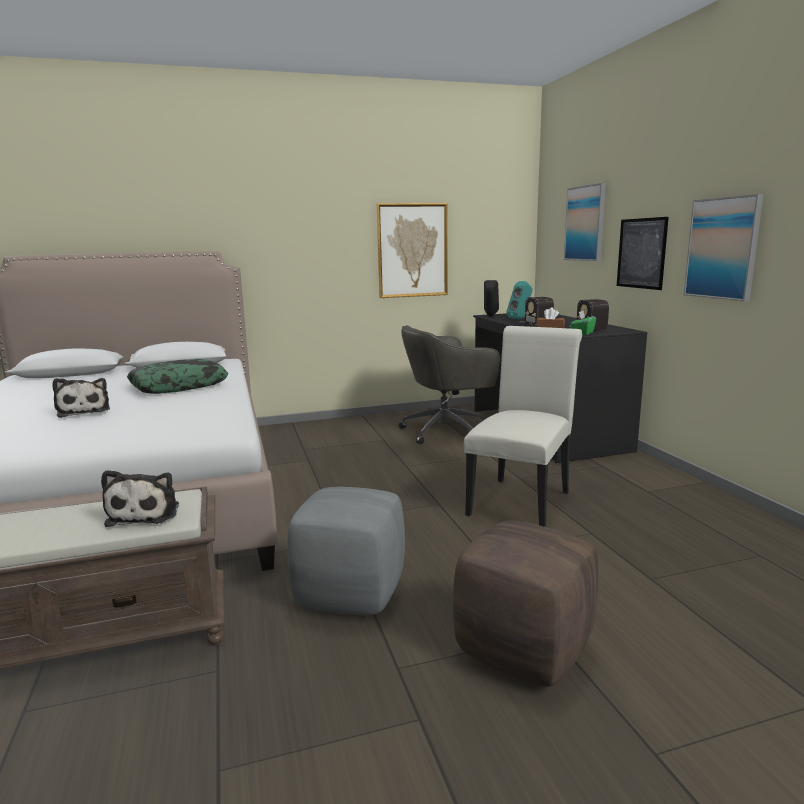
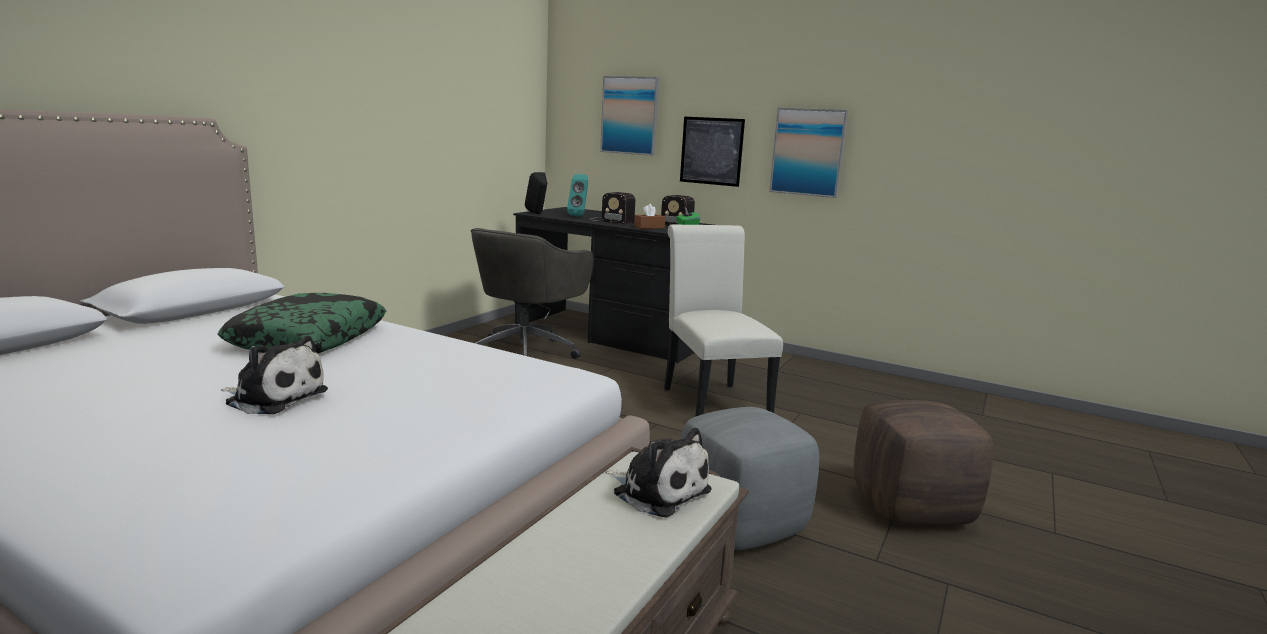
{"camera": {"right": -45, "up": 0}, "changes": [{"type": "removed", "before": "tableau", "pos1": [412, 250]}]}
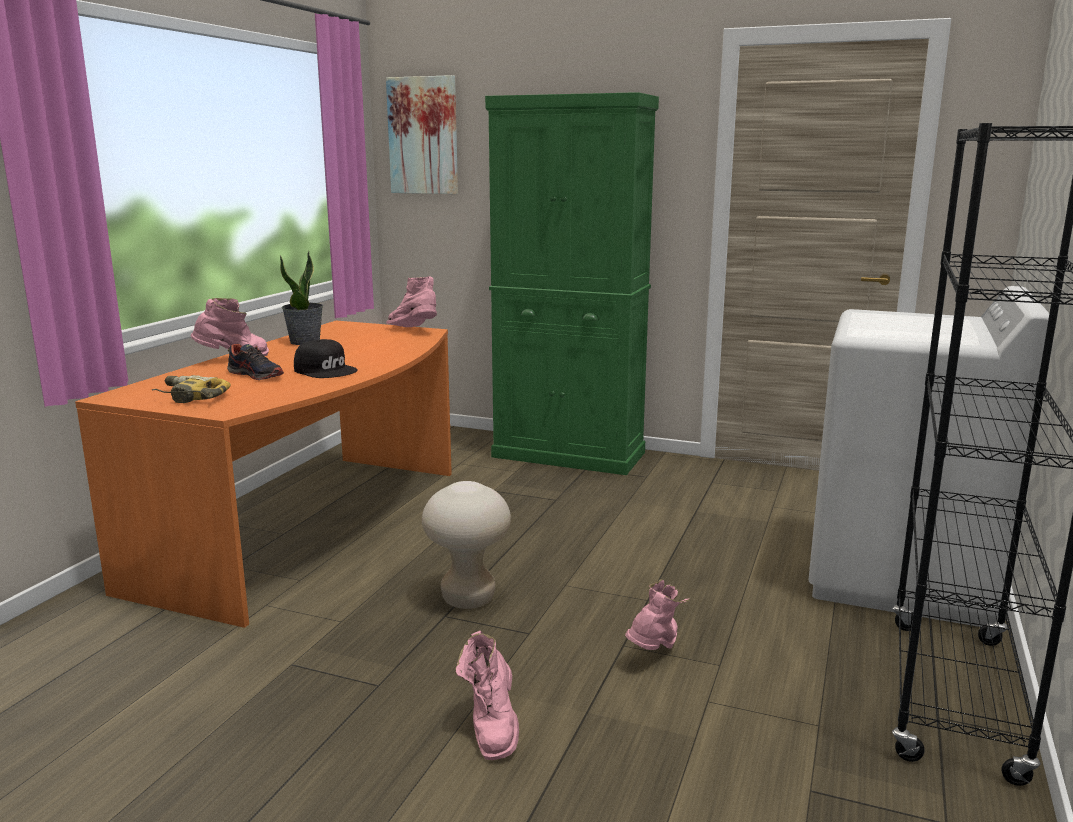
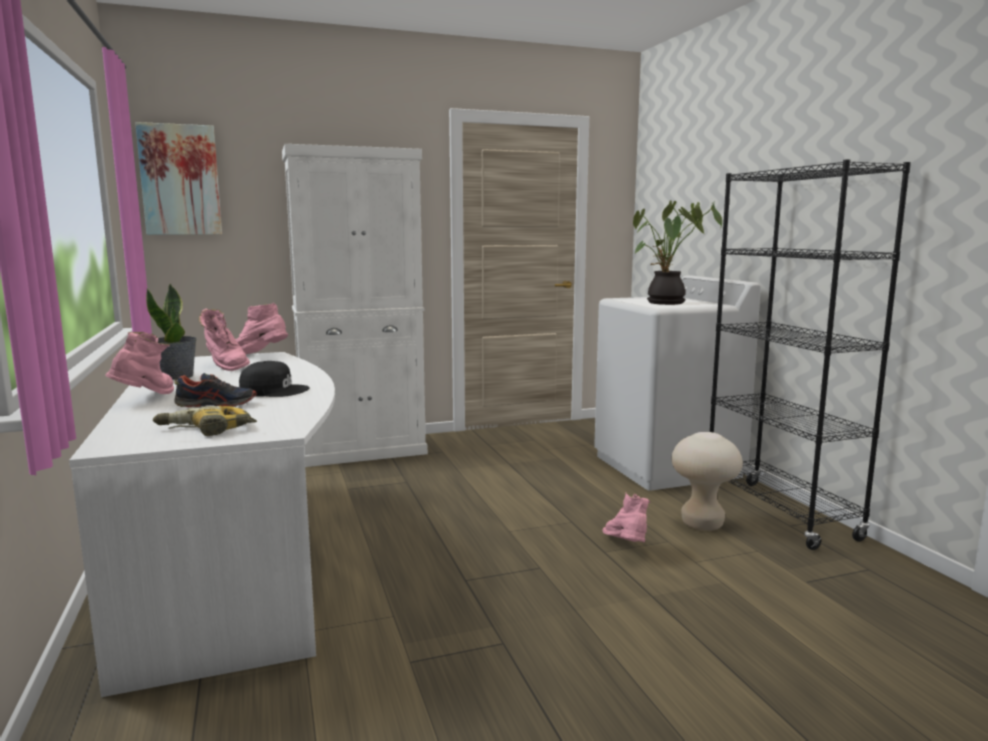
{"camera": {"right": -40, "up": -5}, "changes": [{"type": "recoloured", "before": "meuble de rangement (vert)", "after": "meuble de rangement (blanc)", "pos1": [569, 455], "pos2": [363, 451]}, {"type": "recoloured", "before": "bureau (orange)", "after": "bureau (blanc)", "pos1": [315, 527], "pos2": [236, 560]}, {"type": "moved", "before": "tabouret (beige)", "pos1": [468, 599], "pos2": [702, 524]}, {"type": "moved", "before": "botte (rose)", "pos1": [492, 728], "pos2": [225, 366]}, {"type": "added", "after": "plante en pot", "pos2": [667, 303]}]}
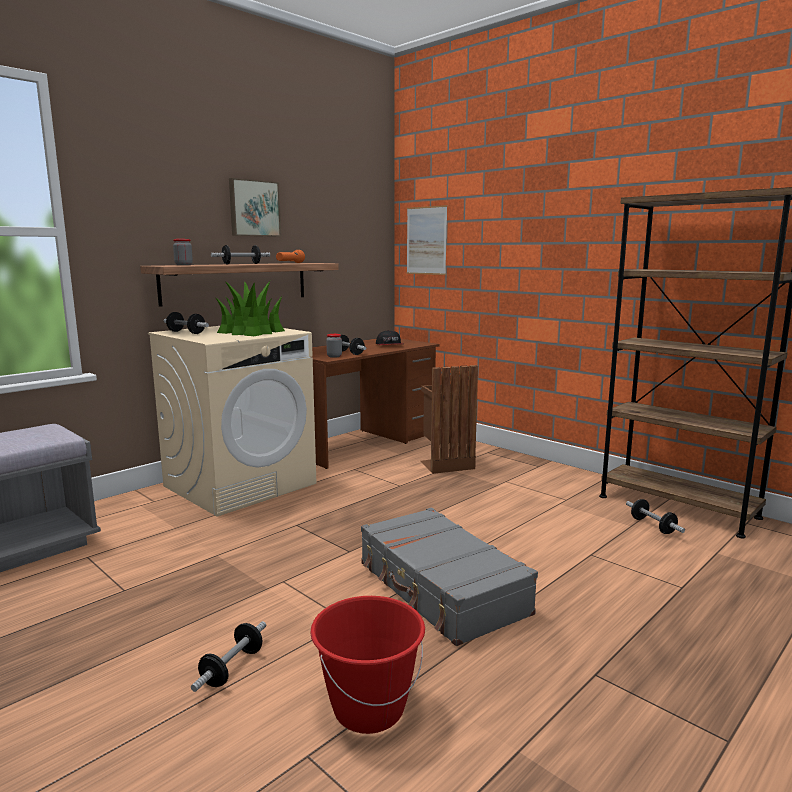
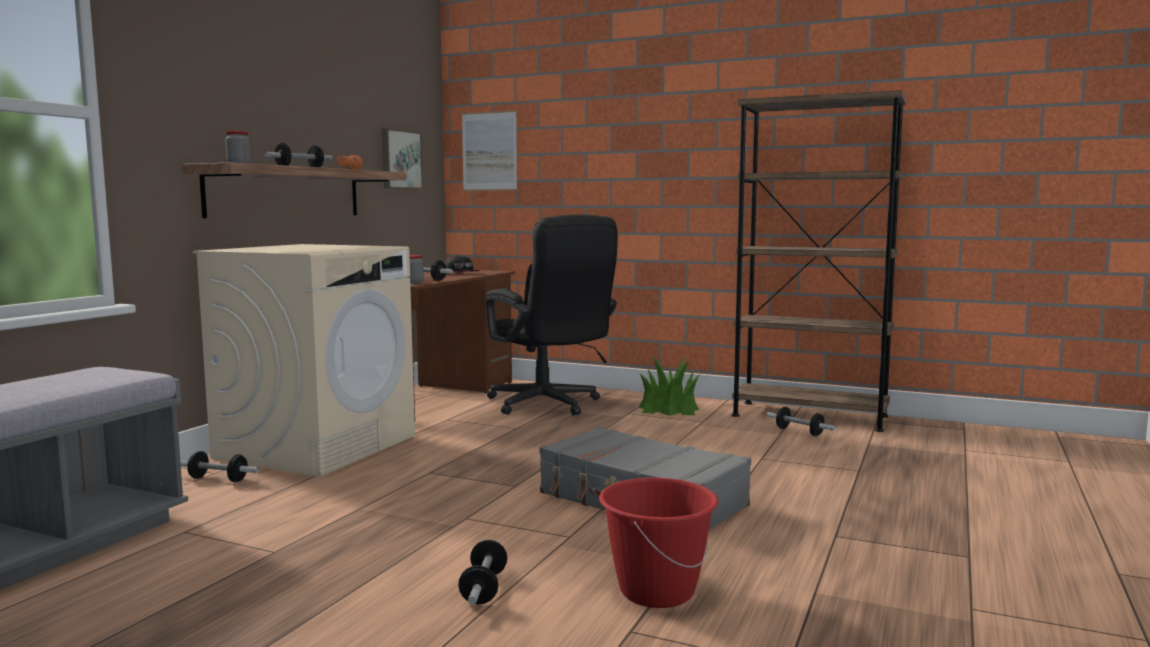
{"camera": {"right": -20, "up": -5}, "changes": [{"type": "moved", "before": "tableau", "pos1": [254, 208], "pos2": [400, 159]}, {"type": "moved", "before": "plante en pot", "pos1": [251, 332], "pos2": [669, 408]}, {"type": "moved", "before": "haltère", "pos1": [186, 332], "pos2": [218, 479]}, {"type": "replaced", "before": "poubelle (marron)", "after": "chaise de bureau (noir)", "pos1": [445, 464], "pos2": [549, 405]}]}
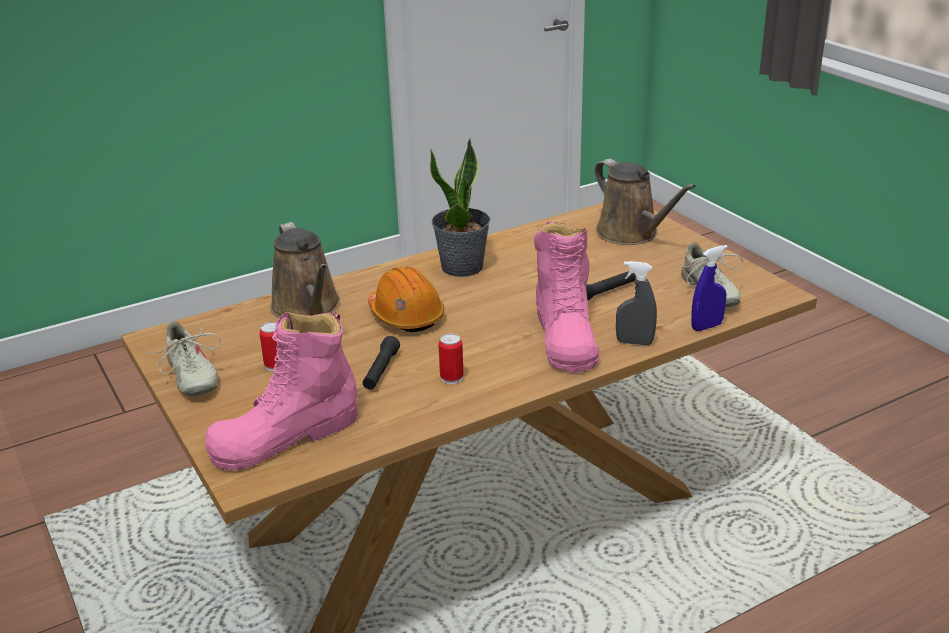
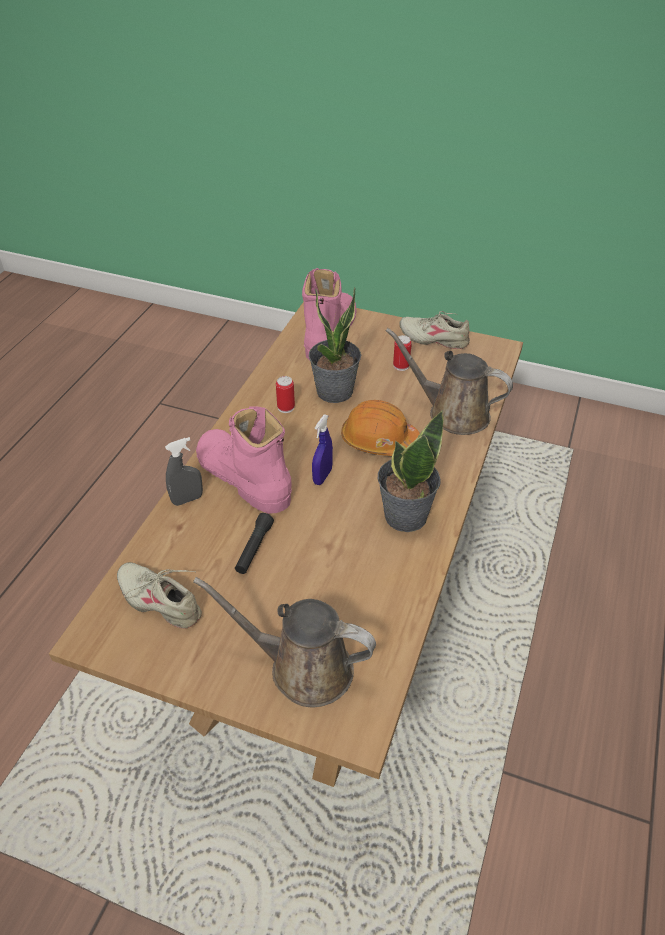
{"camera": {"right": 140, "up": 15}, "changes": [{"type": "moved", "before": "vaporisateur (bleu)", "pos1": [706, 326], "pos2": [322, 476]}, {"type": "replaced", "before": "lampe de poche (noir)", "after": "plante en pot", "pos1": [381, 371], "pos2": [335, 392]}]}
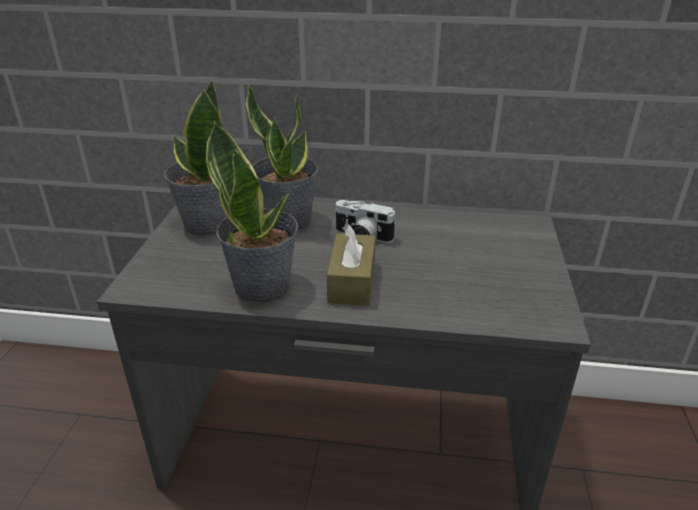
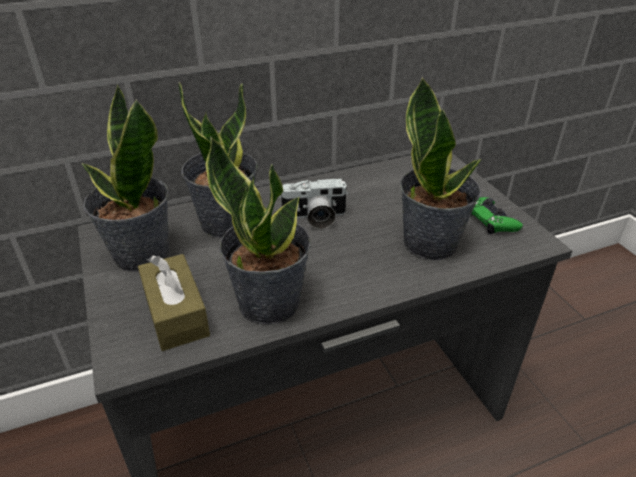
{"camera": {"right": -30, "up": 5}, "changes": [{"type": "moved", "before": "boîte à mouchoirs (marron)", "pos1": [352, 282], "pos2": [176, 313]}, {"type": "added", "after": "plante en pot", "pos2": [431, 243]}, {"type": "added", "after": "manette (vert)", "pos2": [491, 220]}]}
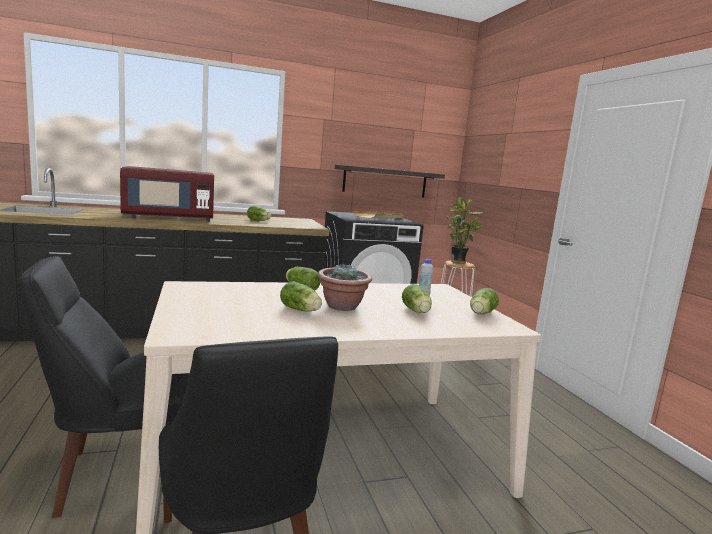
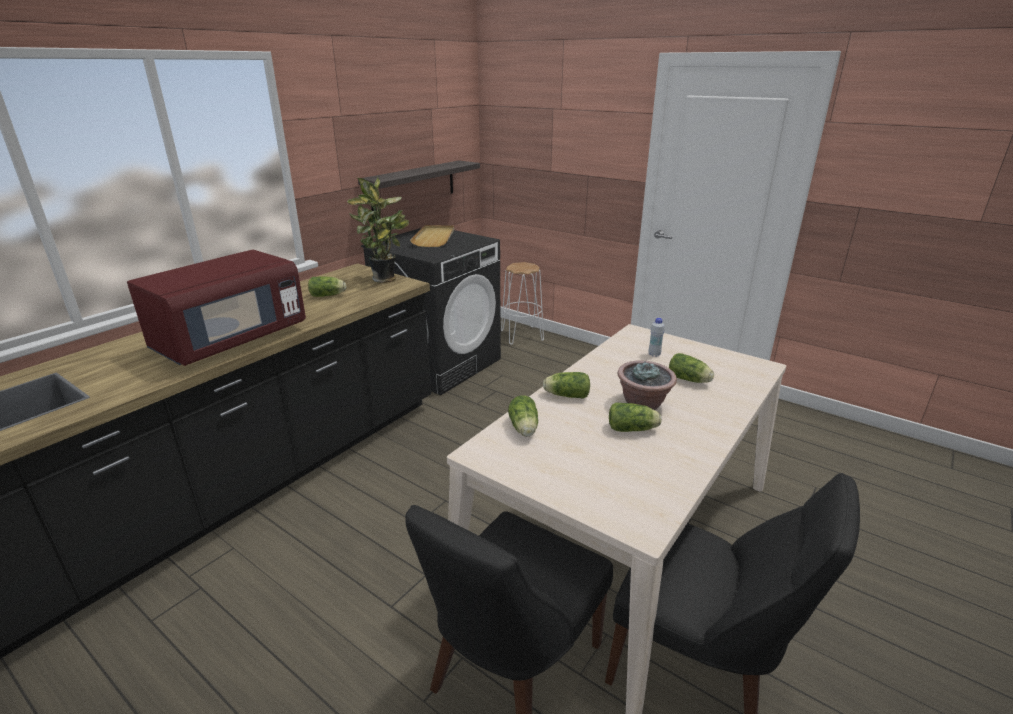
{"camera": {"right": -35, "up": 15}, "changes": [{"type": "moved", "before": "plante en pot", "pos1": [458, 262], "pos2": [385, 280]}, {"type": "moved", "before": "laitue", "pos1": [481, 314], "pos2": [524, 429]}]}
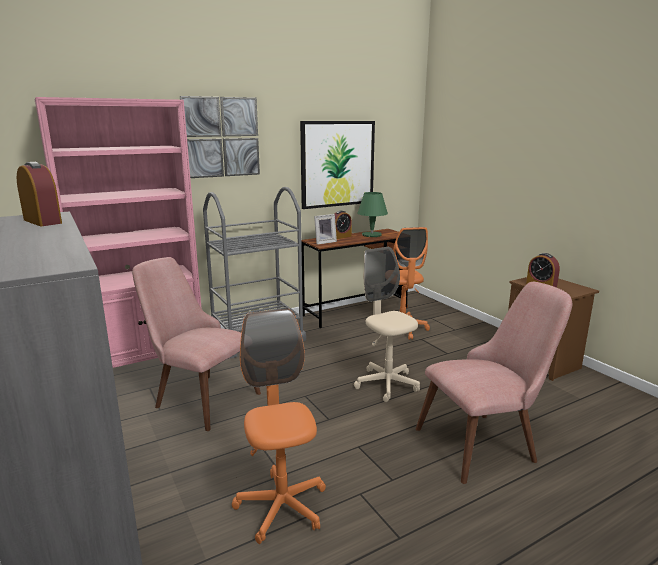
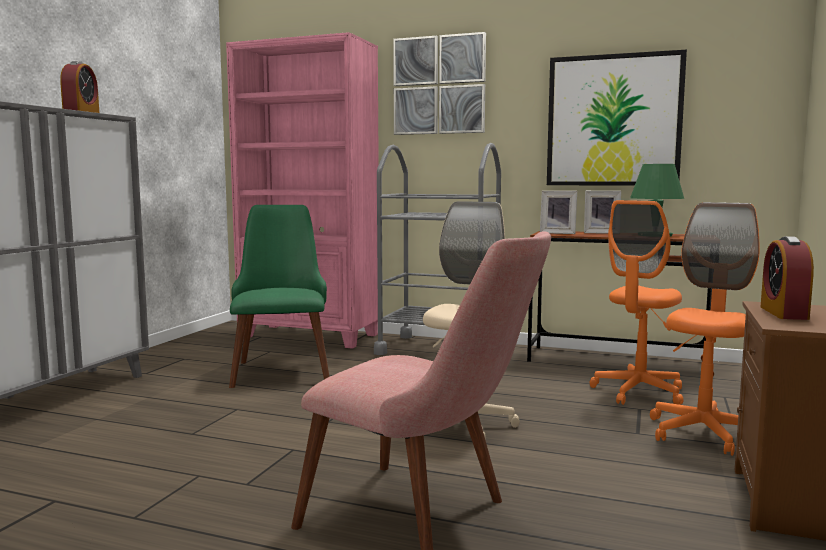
{"camera": {"right": 50, "up": -10}, "changes": [{"type": "replaced", "before": "réveil", "after": "cadre photo", "pos1": [340, 237], "pos2": [601, 233]}, {"type": "recoloured", "before": "chaise (rose)", "after": "chaise (vert)", "pos1": [198, 397], "pos2": [282, 367]}, {"type": "moved", "before": "chaise de bureau (orange)", "pos1": [281, 507], "pos2": [703, 433]}]}
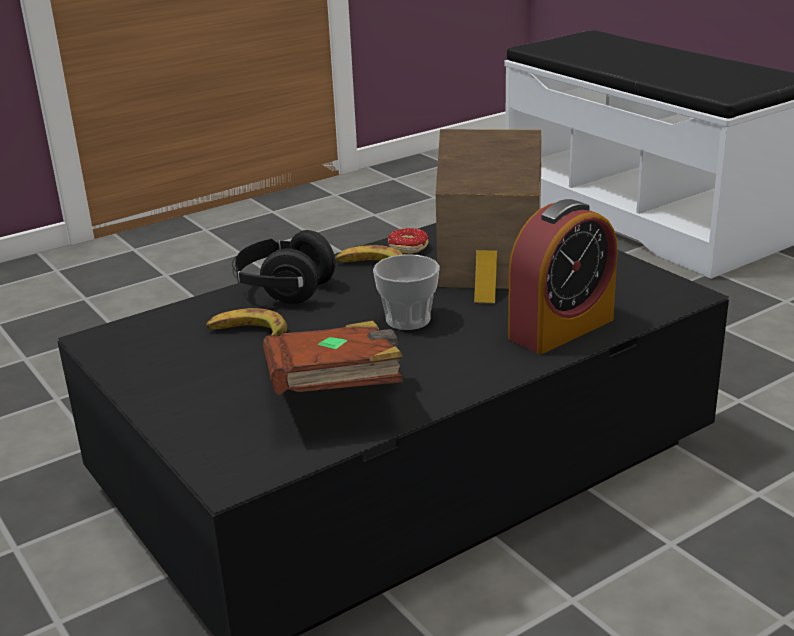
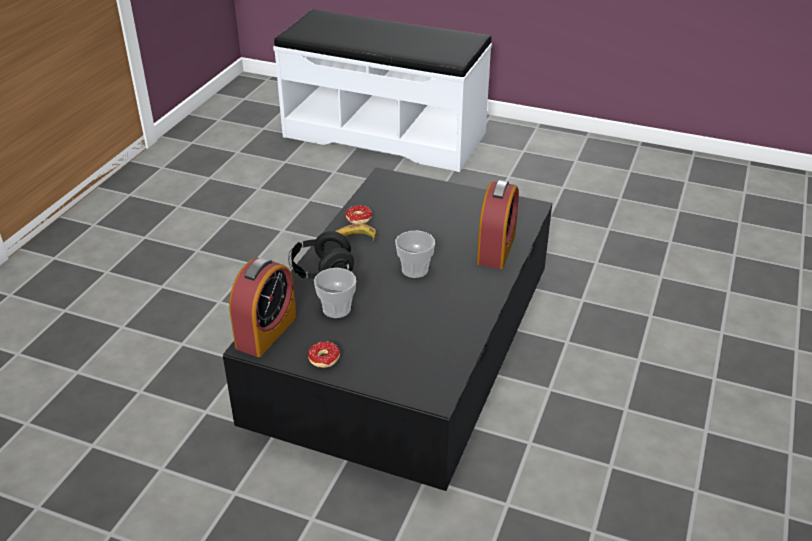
{"camera": {"right": -35, "up": 10}, "changes": [{"type": "removed", "before": "maison miniature", "pos1": [491, 270]}, {"type": "replaced", "before": "banane", "after": "tasse", "pos1": [247, 333], "pos2": [336, 309]}, {"type": "removed", "before": "livre (marron)", "pos1": [335, 391]}, {"type": "added", "after": "réveil", "pos2": [266, 332]}, {"type": "added", "after": "beignet", "pos2": [320, 356]}]}
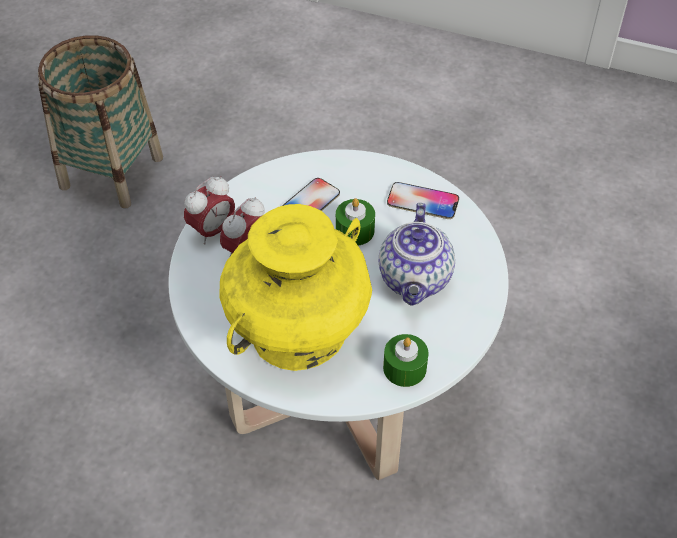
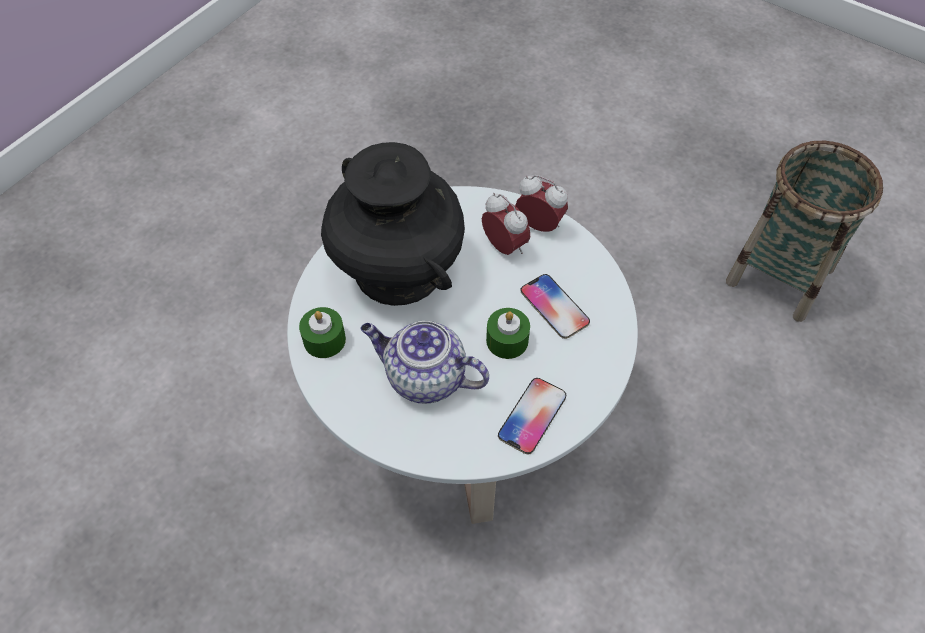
{"camera": {"right": 105, "up": 5}, "changes": [{"type": "turned", "before": "réveil", "pos1": [212, 230], "pos2": [539, 225], "turn": 150}, {"type": "recoloured", "before": "vase (jaune)", "after": "vase (noir)", "pos1": [299, 330], "pos2": [399, 269]}]}
